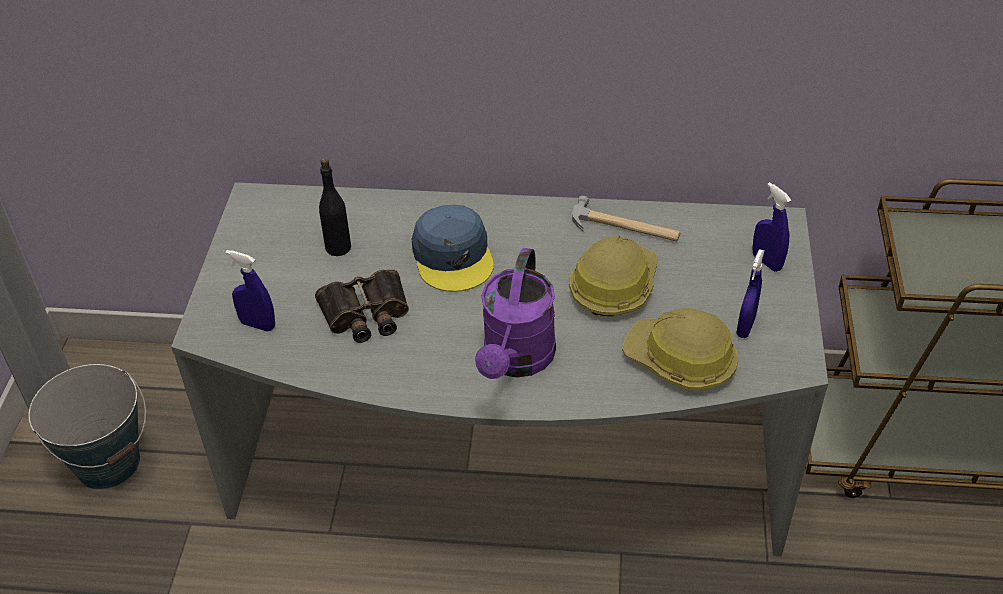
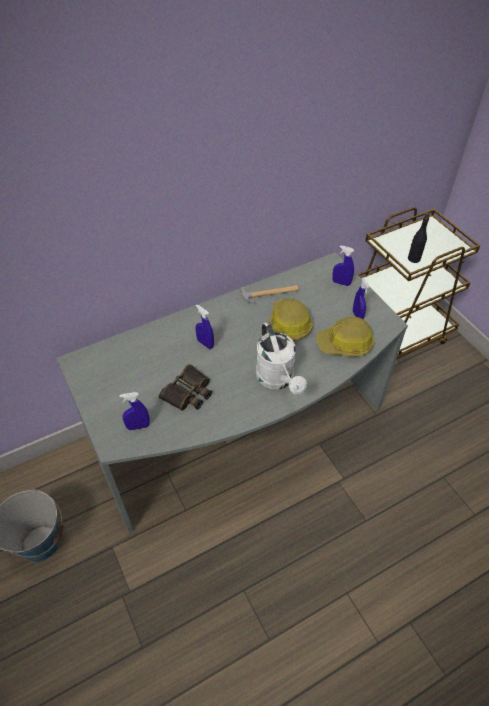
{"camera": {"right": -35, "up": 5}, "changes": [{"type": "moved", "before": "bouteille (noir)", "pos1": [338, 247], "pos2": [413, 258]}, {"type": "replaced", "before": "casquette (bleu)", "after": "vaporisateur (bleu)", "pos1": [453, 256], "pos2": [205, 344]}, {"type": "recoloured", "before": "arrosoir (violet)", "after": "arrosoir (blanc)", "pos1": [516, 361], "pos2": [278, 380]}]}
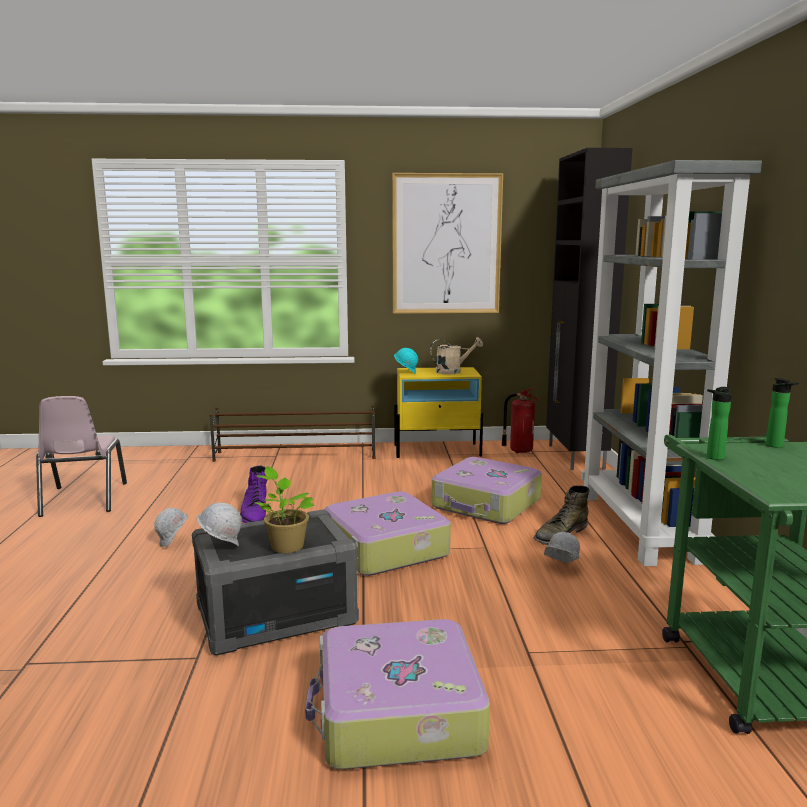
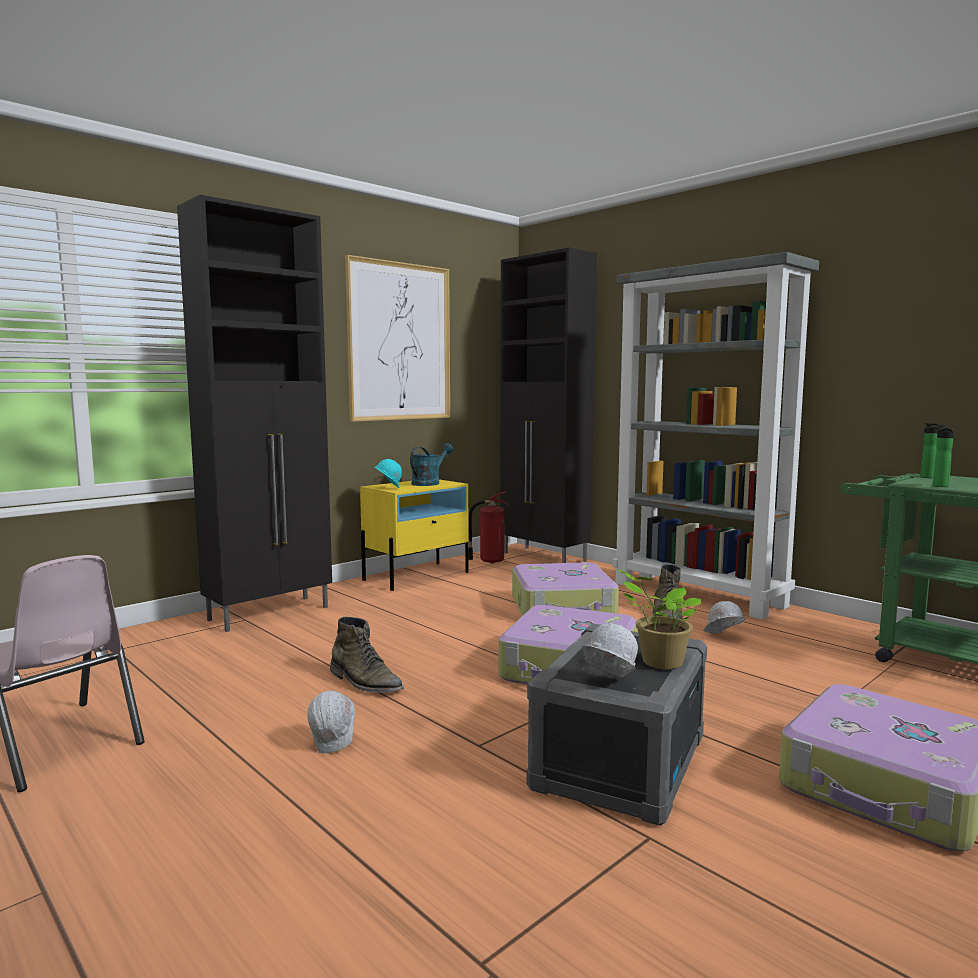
{"camera": {"right": -40, "up": -5}, "changes": [{"type": "recoloured", "before": "arrosoir (beige)", "after": "arrosoir (turquoise)", "pos1": [453, 371], "pos2": [429, 483]}, {"type": "replaced", "before": "étagère à chaussures (marron)", "after": "meuble de rangement (noir)", "pos1": [296, 455], "pos2": [271, 613]}, {"type": "recoloured", "before": "botte (violet)", "after": "botte (vert)", "pos1": [255, 514], "pos2": [365, 682]}]}
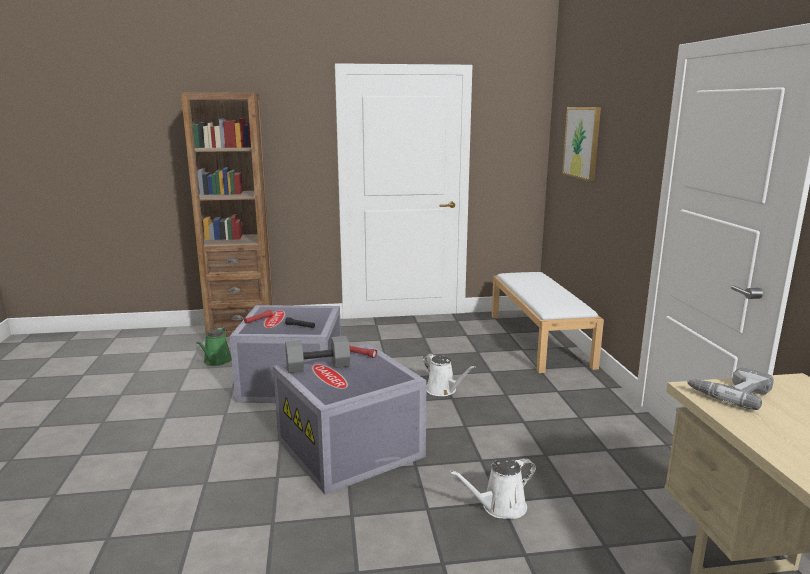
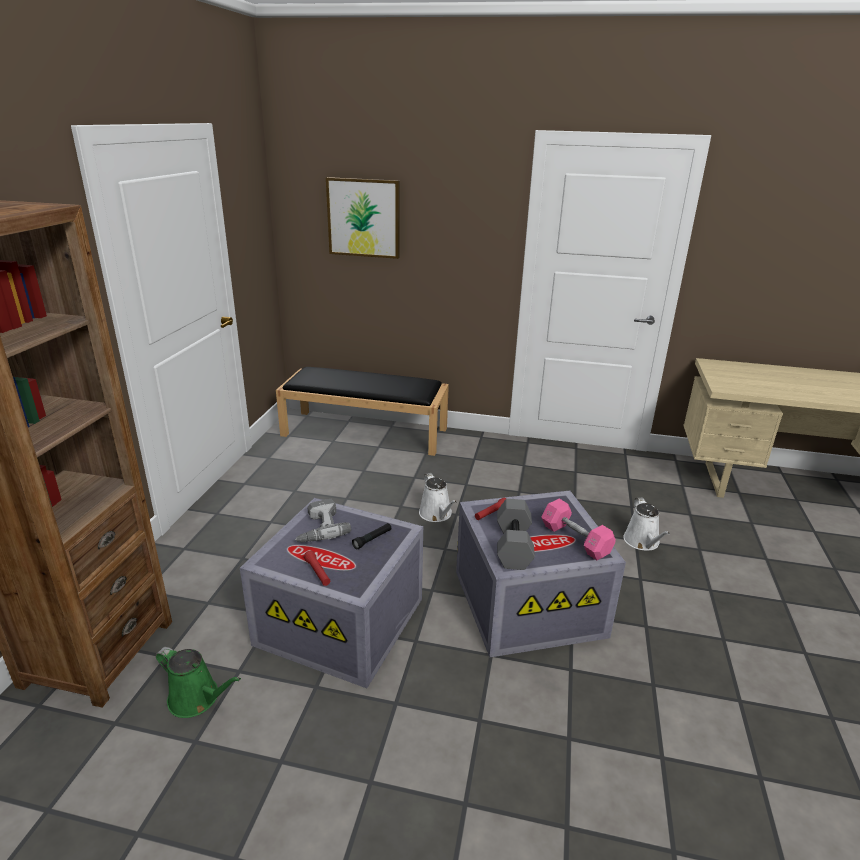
{"camera": {"right": -70, "up": 10}, "changes": [{"type": "recoloured", "before": "banc (blanc)", "after": "banc (noir)", "pos1": [540, 340], "pos2": [366, 432]}, {"type": "turned", "before": "arrosoir (blanc)", "pos1": [443, 390], "pos2": [436, 514], "turn": 90}, {"type": "moved", "before": "perceuse", "pos1": [730, 393], "pos2": [318, 528]}, {"type": "added", "after": "haltère (rose)", "pos2": [575, 539]}]}
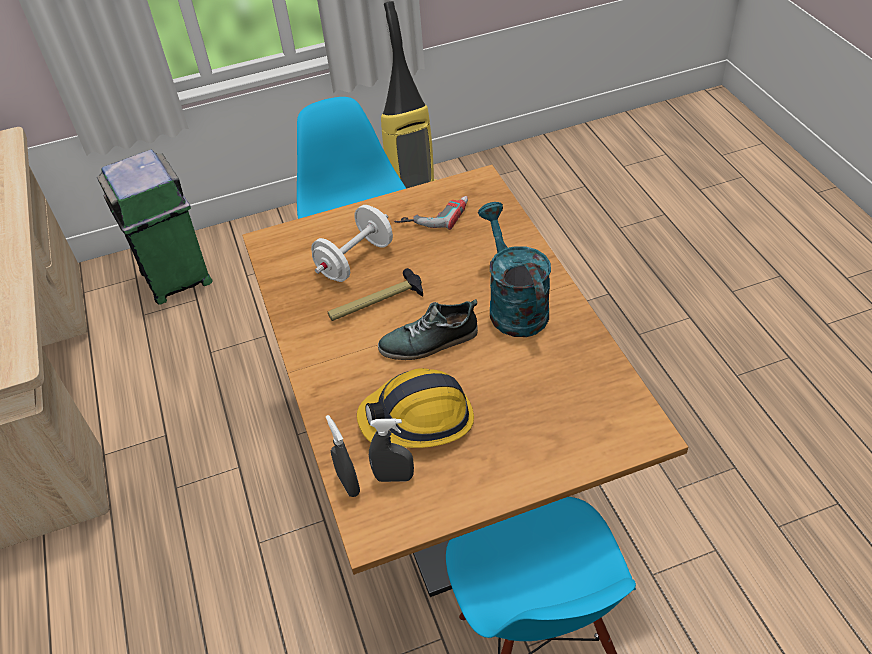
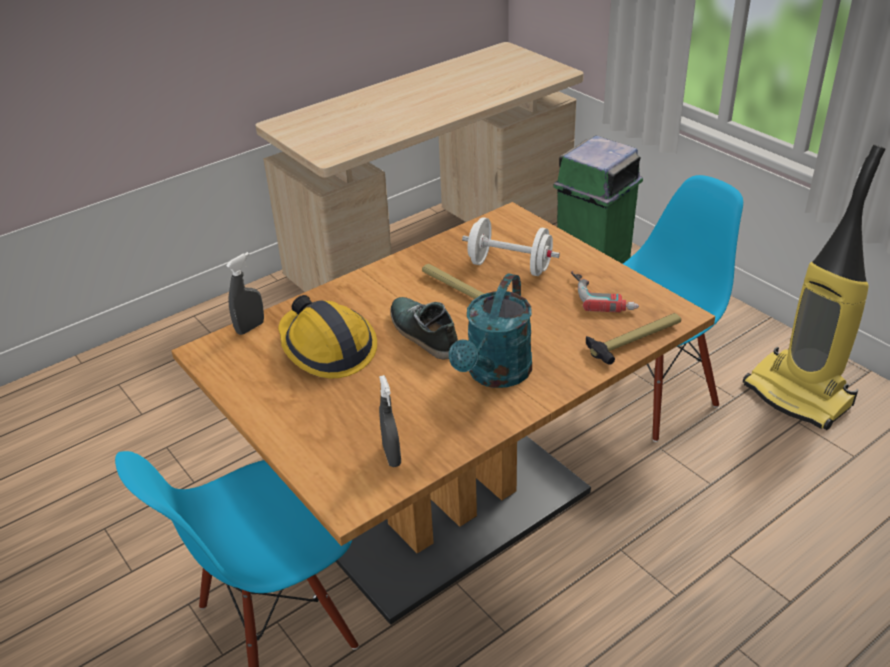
{"camera": {"right": 70, "up": -10}, "changes": [{"type": "turned", "before": "arrosoir (turquoise)", "pos1": [513, 305], "pos2": [495, 375], "turn": 150}, {"type": "moved", "before": "vaporisateur (gris)", "pos1": [394, 477], "pos2": [392, 456]}, {"type": "added", "after": "marteau", "pos2": [635, 340]}]}
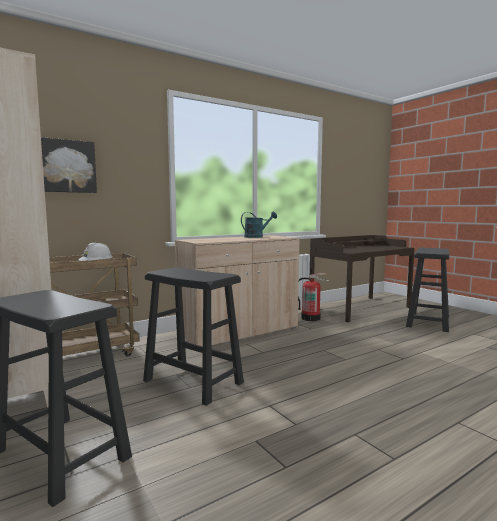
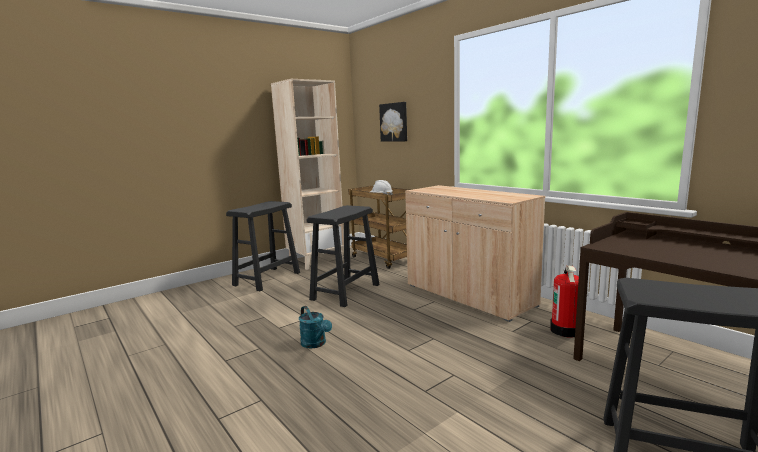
{"camera": {"right": 85, "up": 5}, "changes": [{"type": "moved", "before": "arrosoir (turquoise)", "pos1": [257, 237], "pos2": [316, 344]}]}
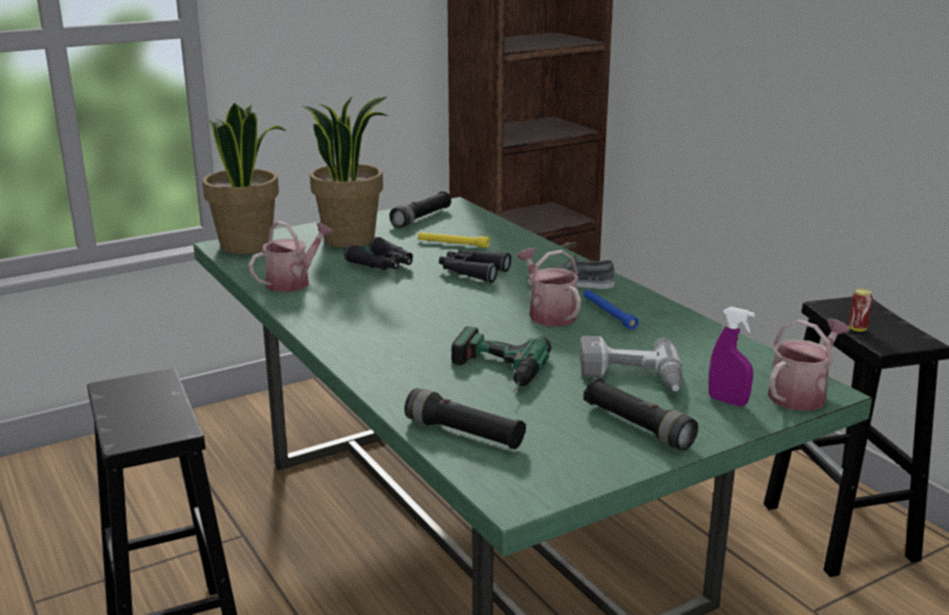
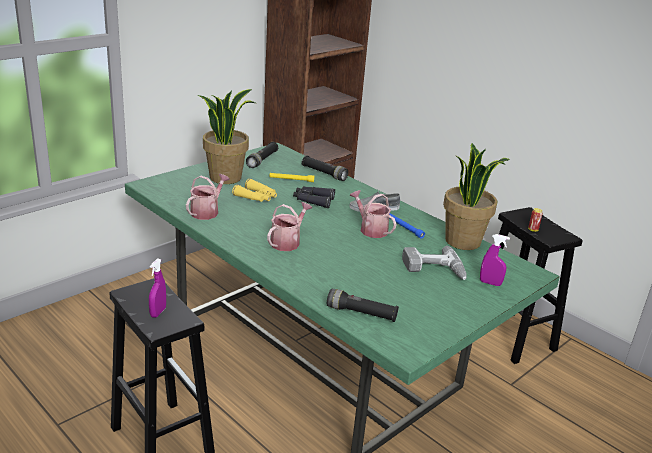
{"camera": {"right": -15, "up": 5}, "changes": [{"type": "moved", "before": "plante en pot", "pos1": [247, 246], "pos2": [463, 241]}, {"type": "recoloured", "before": "jumelles (noir)", "after": "jumelles (jaune)", "pos1": [383, 265], "pos2": [256, 197]}, {"type": "moved", "before": "arrosoir", "pos1": [801, 394], "pos2": [287, 242]}, {"type": "removed", "before": "perceuse", "pos1": [494, 372]}, {"type": "moved", "before": "lampe de poche (noir)", "pos1": [637, 427], "pos2": [324, 174]}, {"type": "added", "after": "vaporisateur (violet)", "pos2": [158, 312]}]}
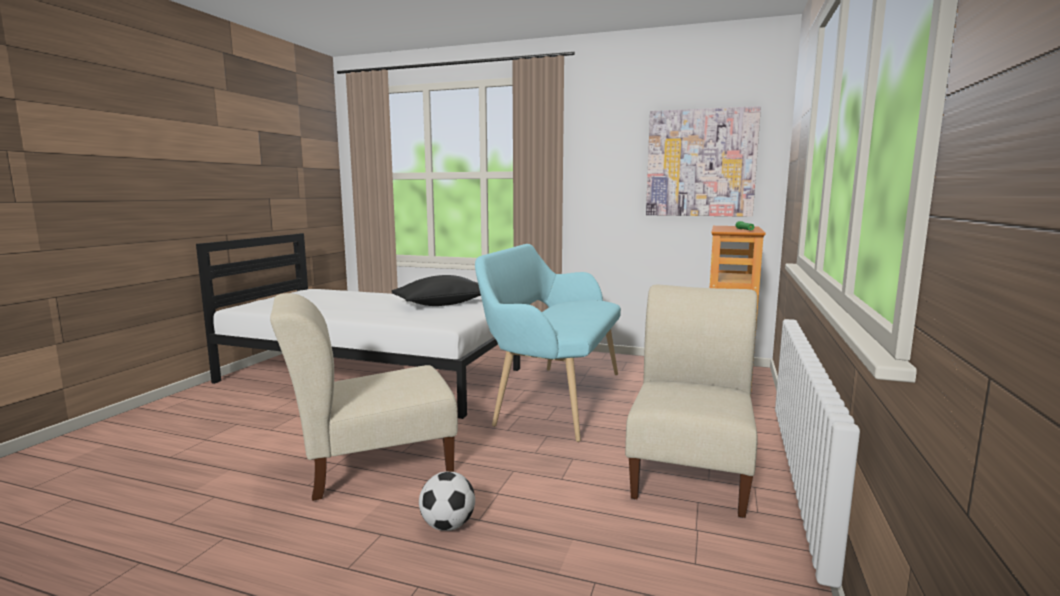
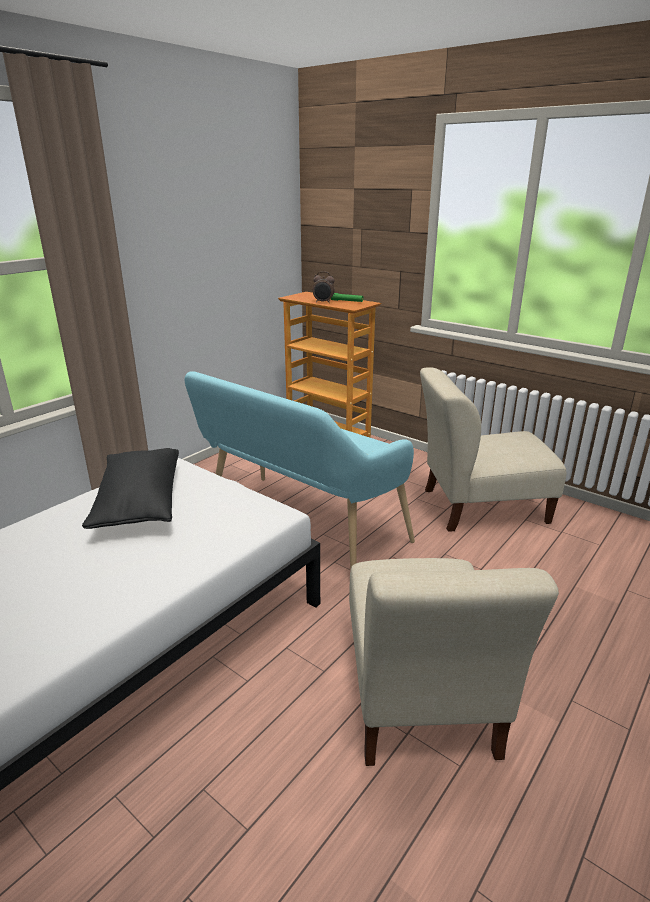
{"camera": {"right": -70, "up": 15}, "changes": [{"type": "removed", "before": "tableau", "pos1": [700, 163]}, {"type": "turned", "before": "chaise (beige)", "pos1": [691, 470], "pos2": [479, 507], "turn": -45}, {"type": "removed", "before": "ballon de foot", "pos1": [448, 525]}, {"type": "added", "after": "réveil", "pos2": [323, 302]}]}
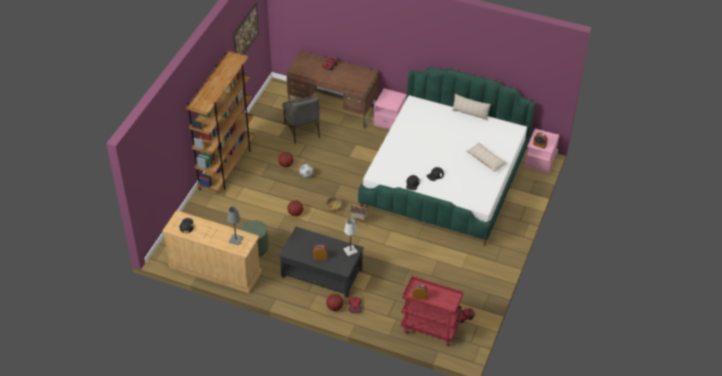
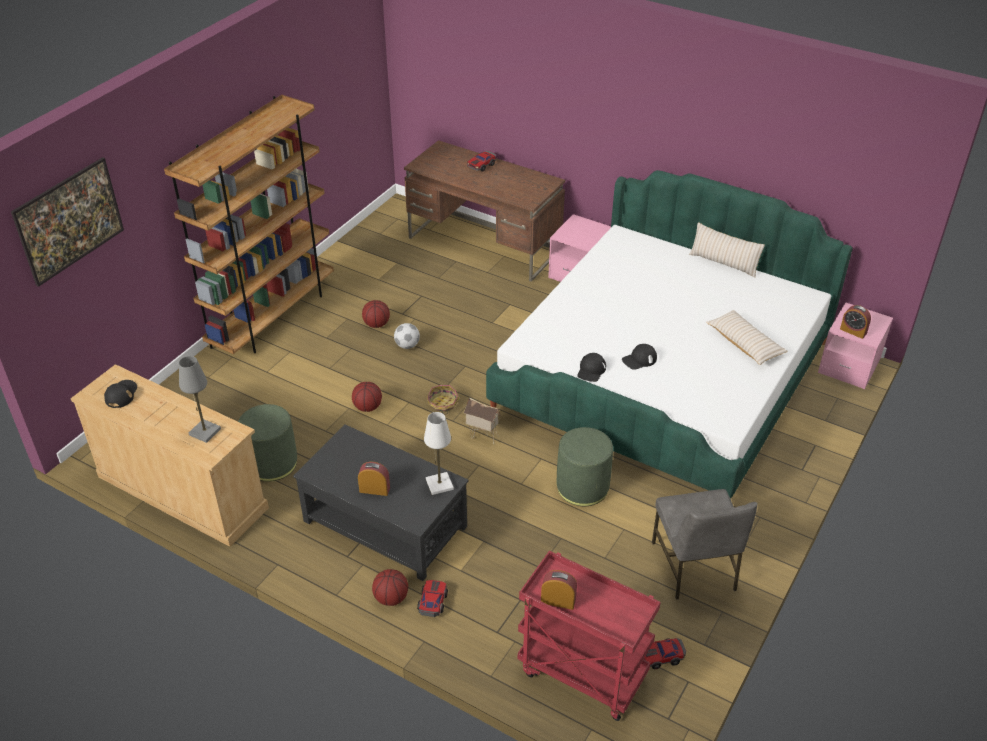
{"camera": {"right": 10, "up": -5}, "changes": [{"type": "moved", "before": "tableau", "pos1": [246, 40], "pos2": [75, 239]}, {"type": "moved", "before": "chaise (gris)", "pos1": [302, 131], "pos2": [695, 567]}, {"type": "added", "after": "pouf (vert)", "pos2": [582, 487]}]}
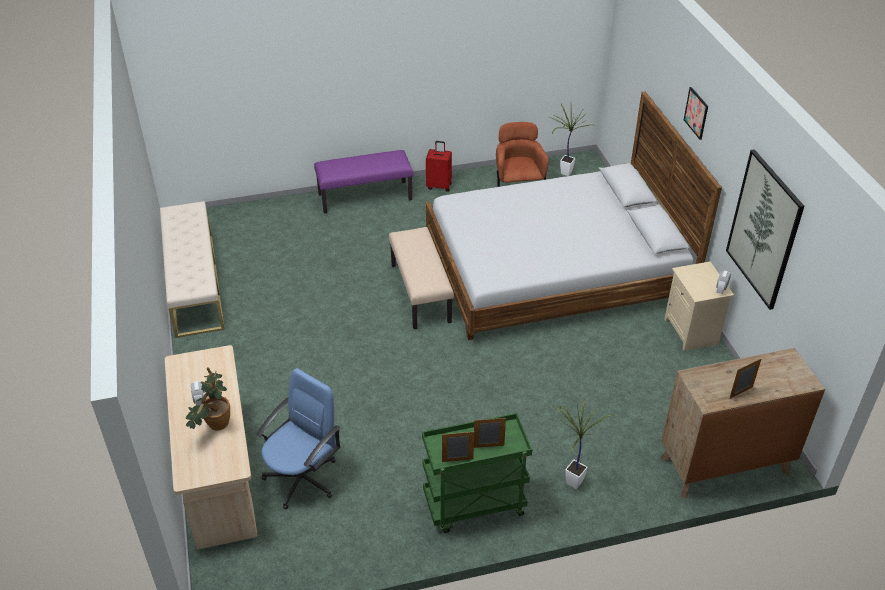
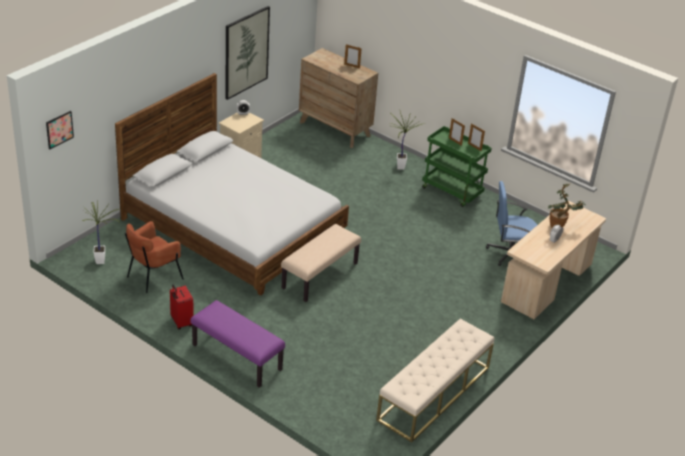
{"camera": {"right": -130, "up": -5}, "changes": [{"type": "moved", "before": "tableau", "pos1": [696, 113], "pos2": [59, 129]}]}
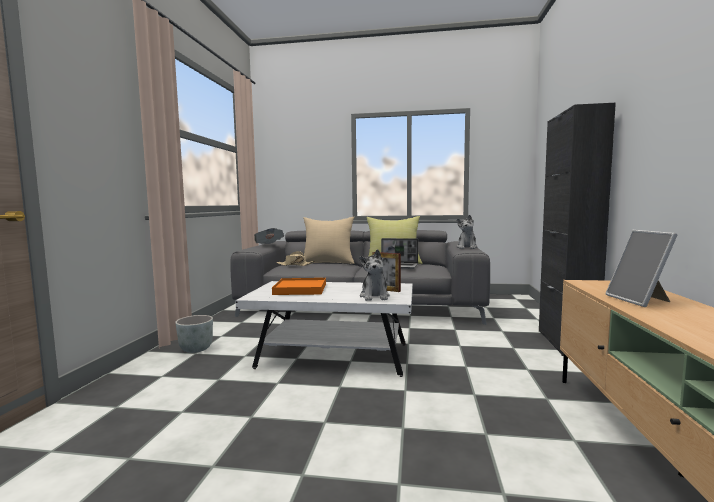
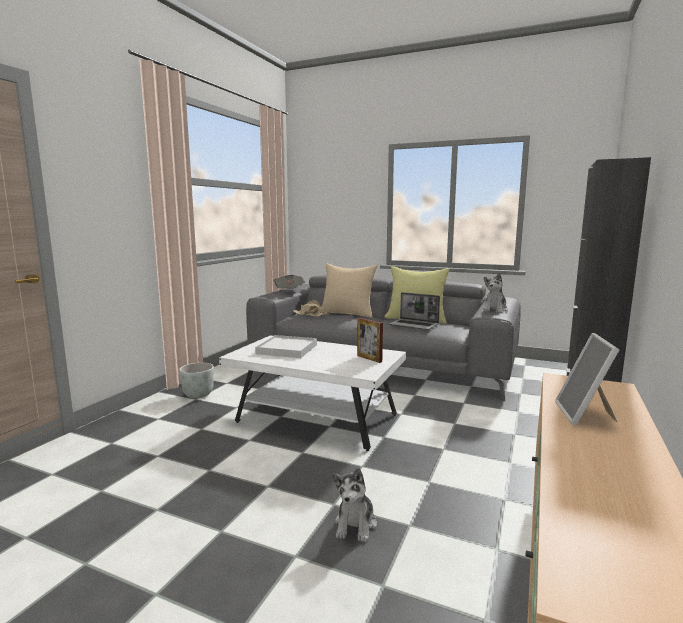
{"camera": {"right": 15, "up": 5}, "changes": [{"type": "moved", "before": "peluche", "pos1": [375, 296], "pos2": [355, 524]}, {"type": "recoloured", "before": "plateau (orange)", "after": "plateau (blanc)", "pos1": [300, 289], "pos2": [287, 349]}]}
